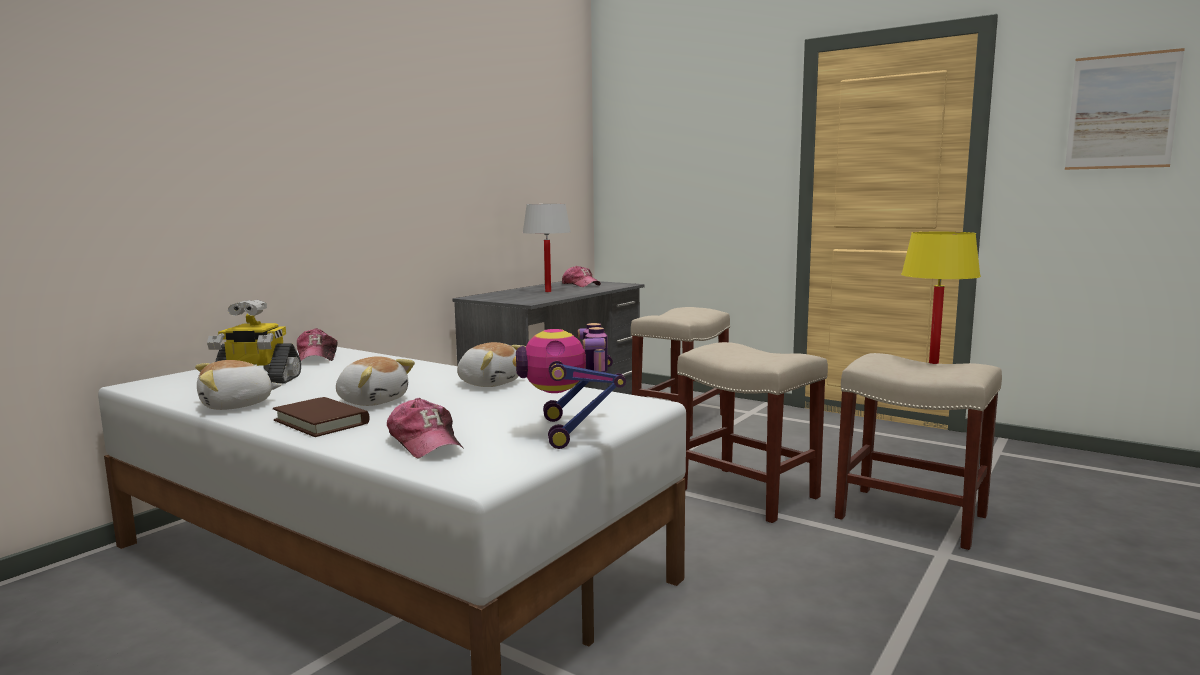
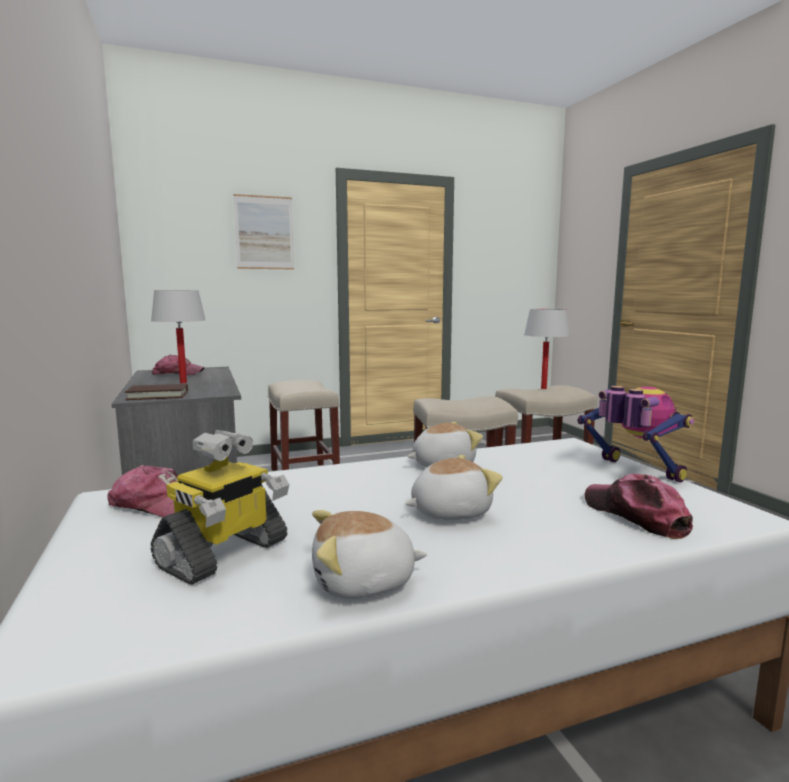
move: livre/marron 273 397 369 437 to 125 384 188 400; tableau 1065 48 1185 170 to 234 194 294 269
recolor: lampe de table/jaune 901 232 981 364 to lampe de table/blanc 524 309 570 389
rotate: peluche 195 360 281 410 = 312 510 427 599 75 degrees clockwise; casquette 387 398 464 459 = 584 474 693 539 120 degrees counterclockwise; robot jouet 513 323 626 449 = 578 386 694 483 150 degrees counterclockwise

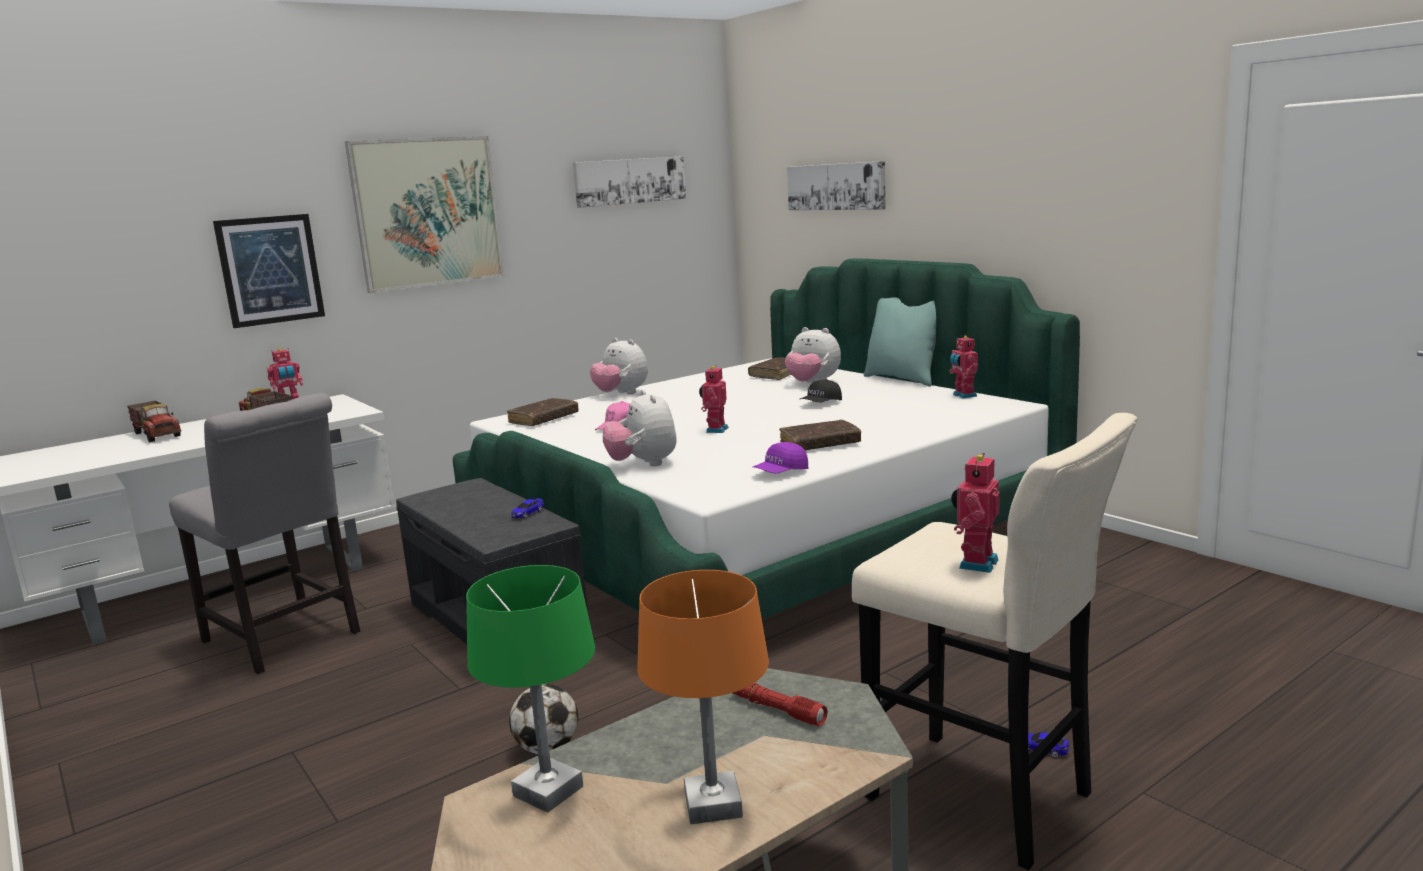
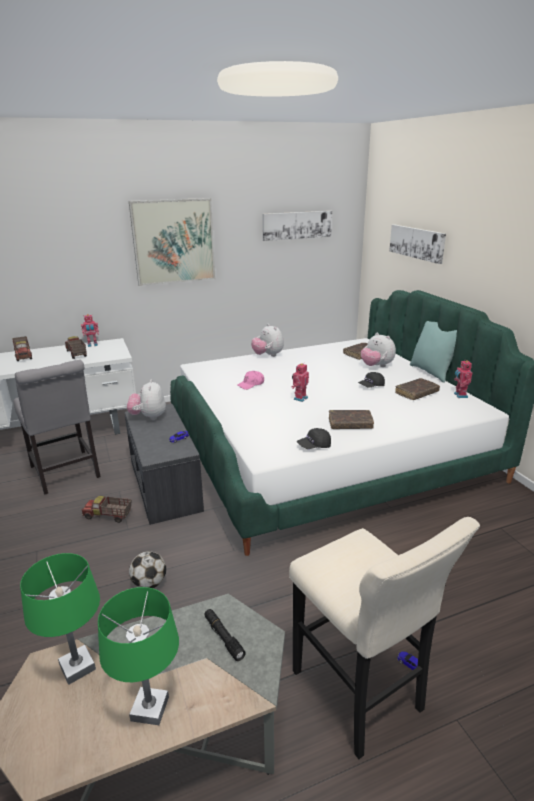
delete: tableau 213 214 325 328; robot jouet 951 453 1000 573
insert: camion jouet 81 496 132 523
move: livre/marron 507 398 579 426 to 395 378 440 400; peluche 603 389 677 466 to 127 380 166 420
recolor: lampe de table/orange 637 570 769 824 to lampe de table/vert 98 587 179 725; lampe de poche/rouge 733 683 827 726 to lampe de poche/noir 205 609 246 661; casquette/violet 753 442 808 474 to casquette/noir 297 428 331 449

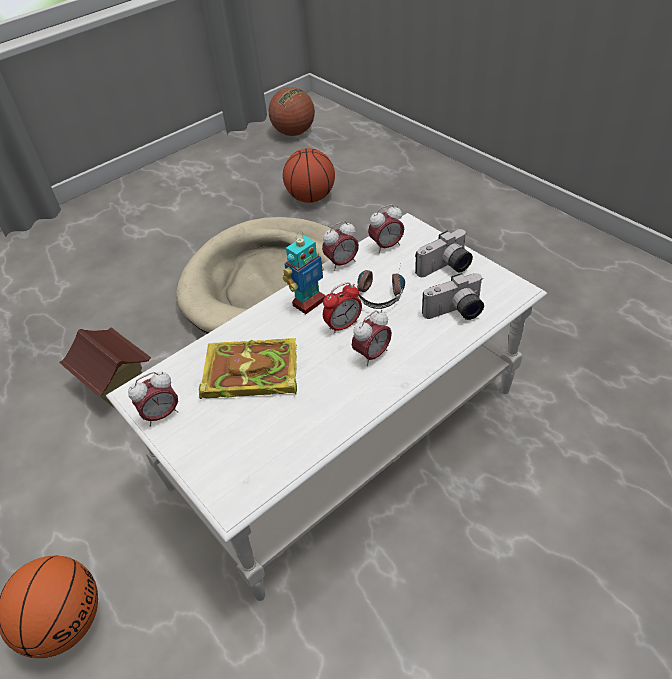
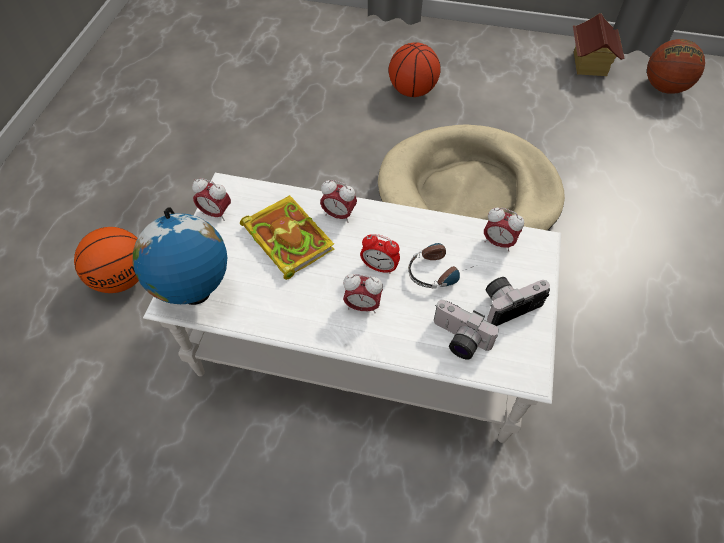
delete: robot jouet 283 231 326 314
insert: globe 133 207 227 305
move: maison miniature 59 327 151 408 to 573 13 625 76; ballon de basket 283 148 335 203 to 389 42 441 97; réveil 322 221 359 271 to 320 180 357 223
rotate: appareil photo 415 229 473 277 = 486 277 550 326 135 degrees clockwise

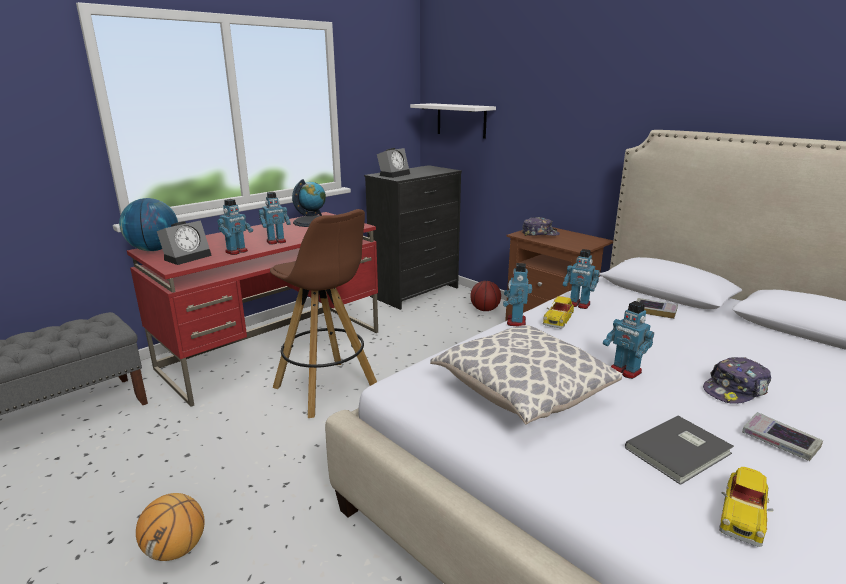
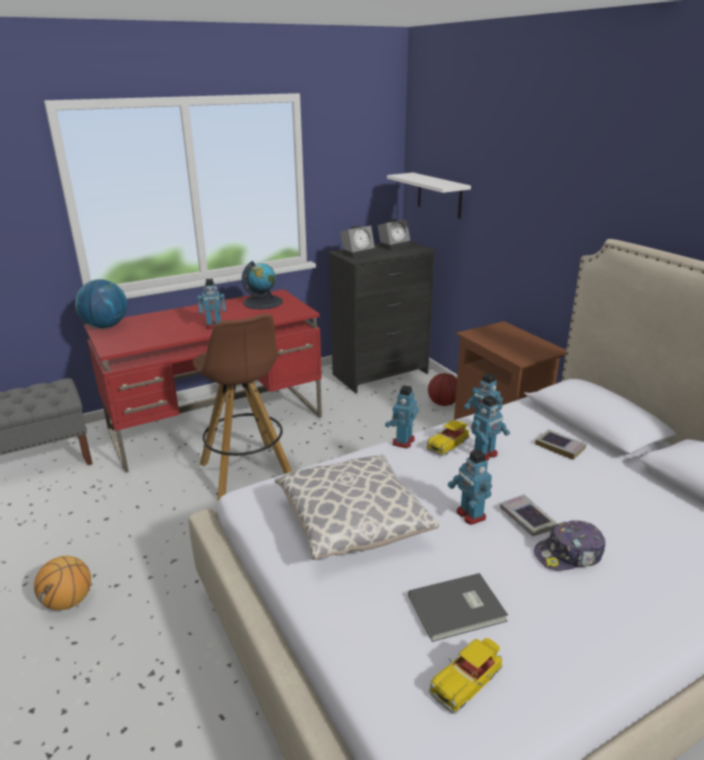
delete: casquette 522 217 560 236
move: réveil 157 220 212 265 to 378 219 411 250; robot jouet 217 199 253 255 to 471 395 510 461; livre 742 412 823 461 to 500 494 558 536

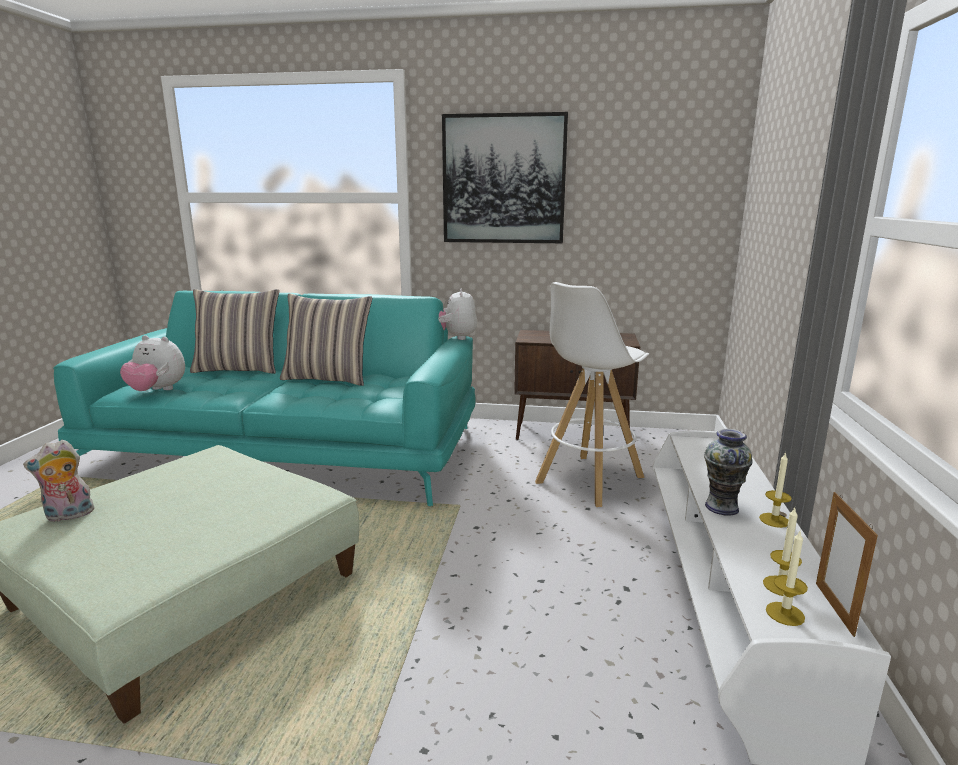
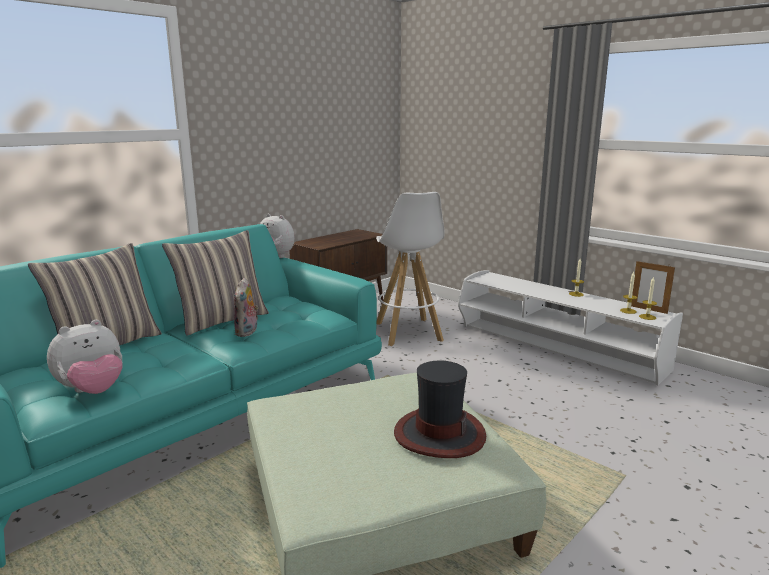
delete: tableau 442 112 568 243; vase 704 429 753 516
insert: chapeau 394 361 486 458
move: peluche 23 440 95 523 to 234 278 259 337

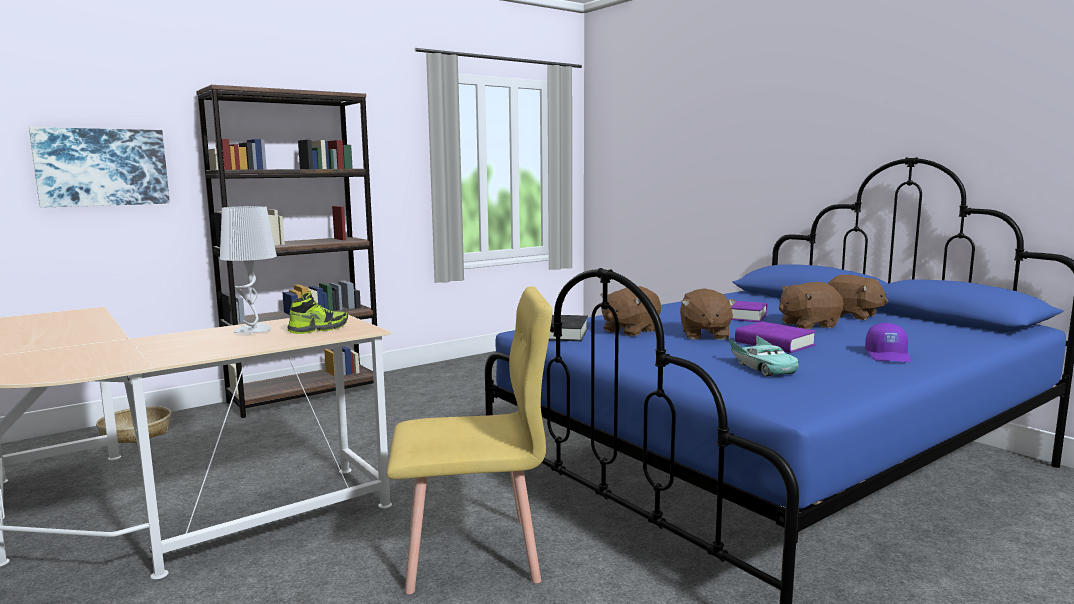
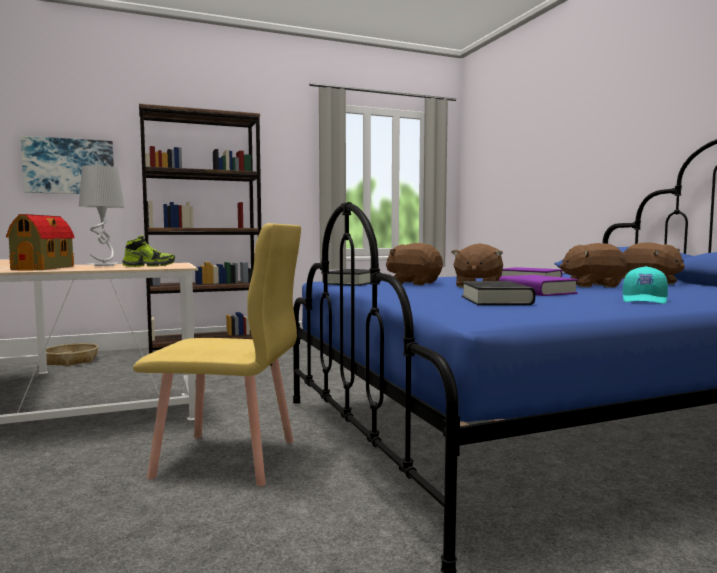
insert: maison miniature 6 214 74 270
replace: petite voiture/turquoise 728 335 799 376 to livre/noir 462 281 535 305
recolor: casquette/violet 865 323 911 362 to casquette/turquoise 623 266 668 304
rotate: peluche/marron 600 286 661 336 = 386 243 443 285 60 degrees clockwise

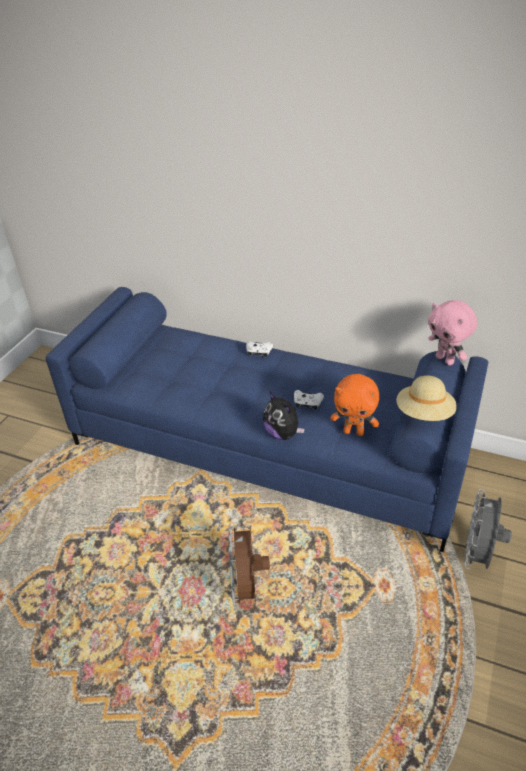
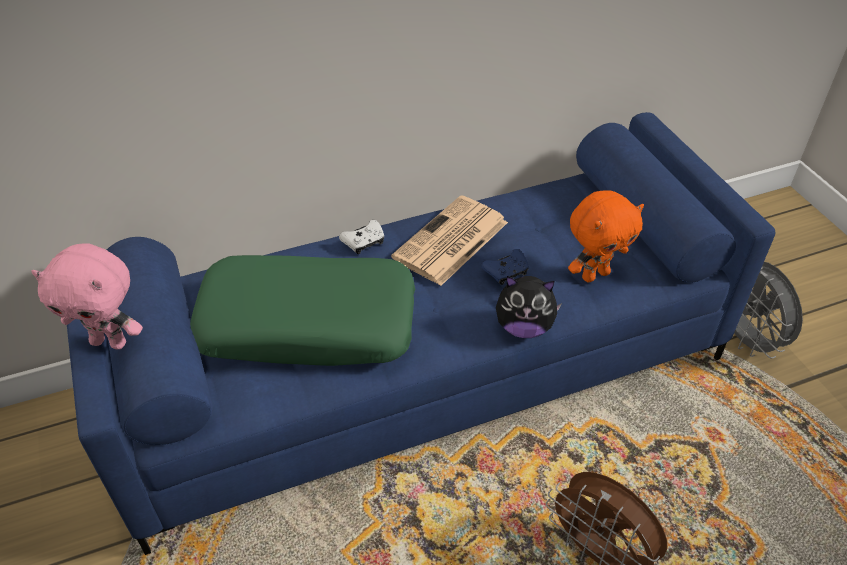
delete: chapeau/beige 397 375 457 421
insert: coussin/vert 190 255 415 366; journal 391 195 508 286
move: peluche/rose 428 300 477 365 to 31 243 143 350
recolor: manette/blanc 294 390 324 410 to manette/bleu 481 249 529 285

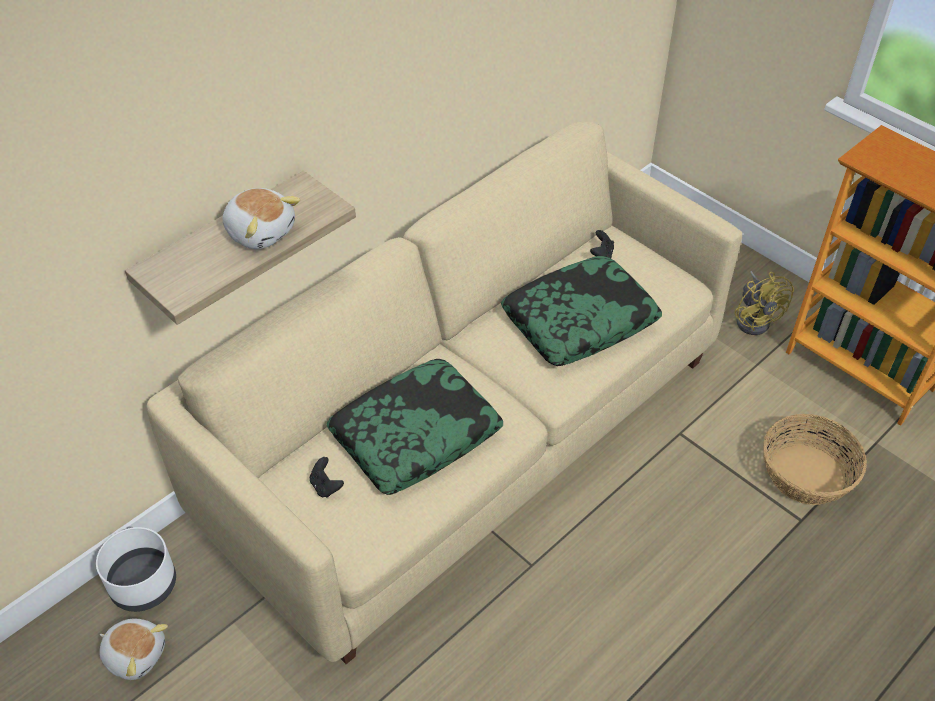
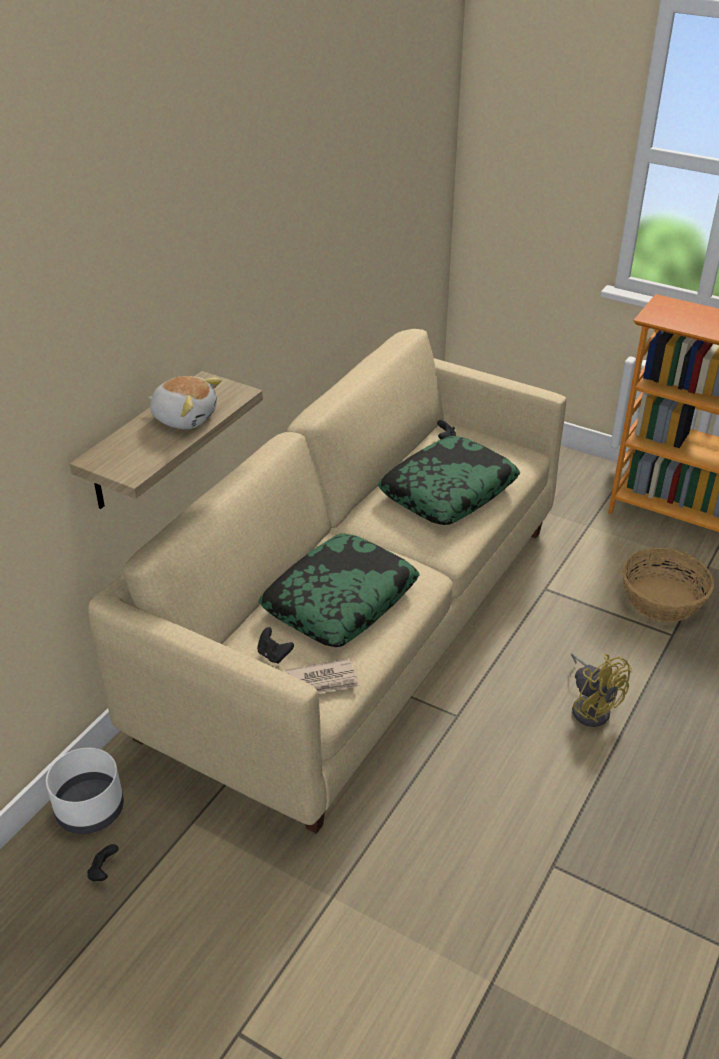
insert: journal 282 658 360 694
move: ventilateur/jaune 734 271 794 335 to 571 653 632 727
replace: peluche 99 619 168 680 to manette/noir 87 844 118 881

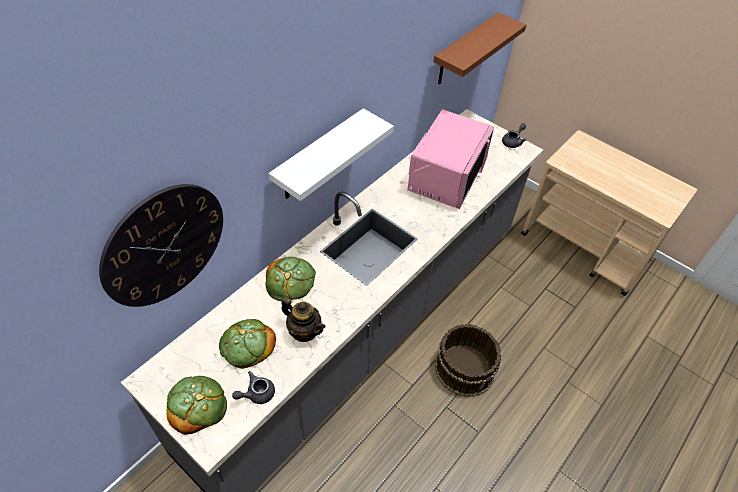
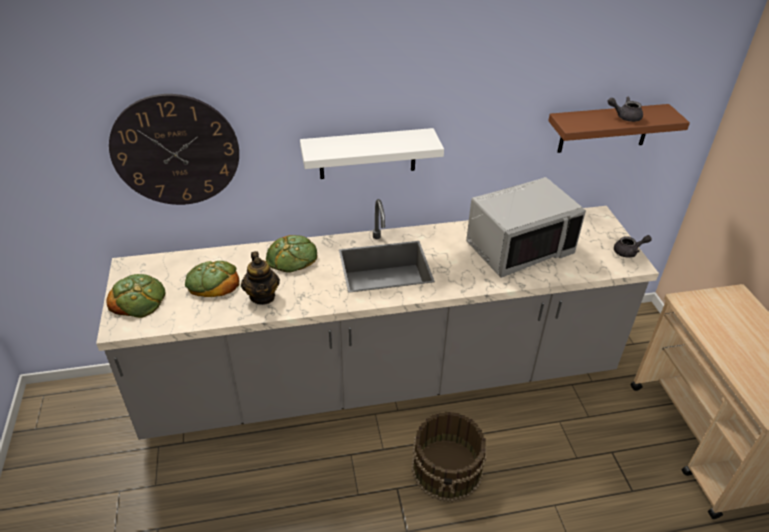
move: théière/gris 232 371 275 404 to 607 97 643 122
recolor: micro-ondes/rose 407 109 494 209 to micro-ondes/gris 466 177 586 278

